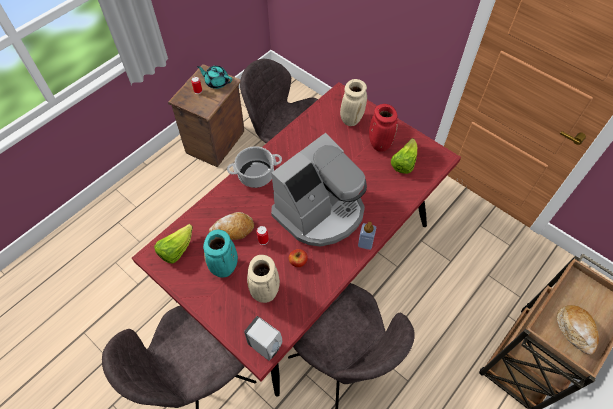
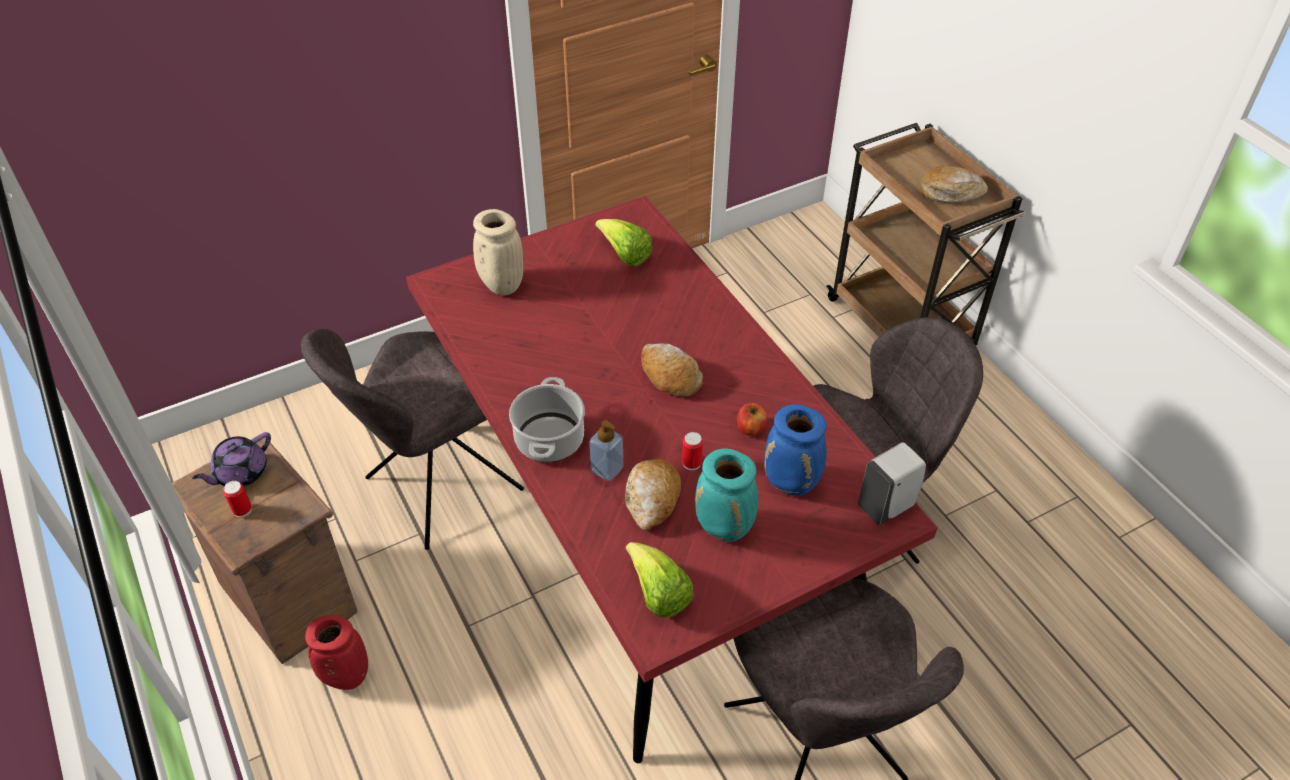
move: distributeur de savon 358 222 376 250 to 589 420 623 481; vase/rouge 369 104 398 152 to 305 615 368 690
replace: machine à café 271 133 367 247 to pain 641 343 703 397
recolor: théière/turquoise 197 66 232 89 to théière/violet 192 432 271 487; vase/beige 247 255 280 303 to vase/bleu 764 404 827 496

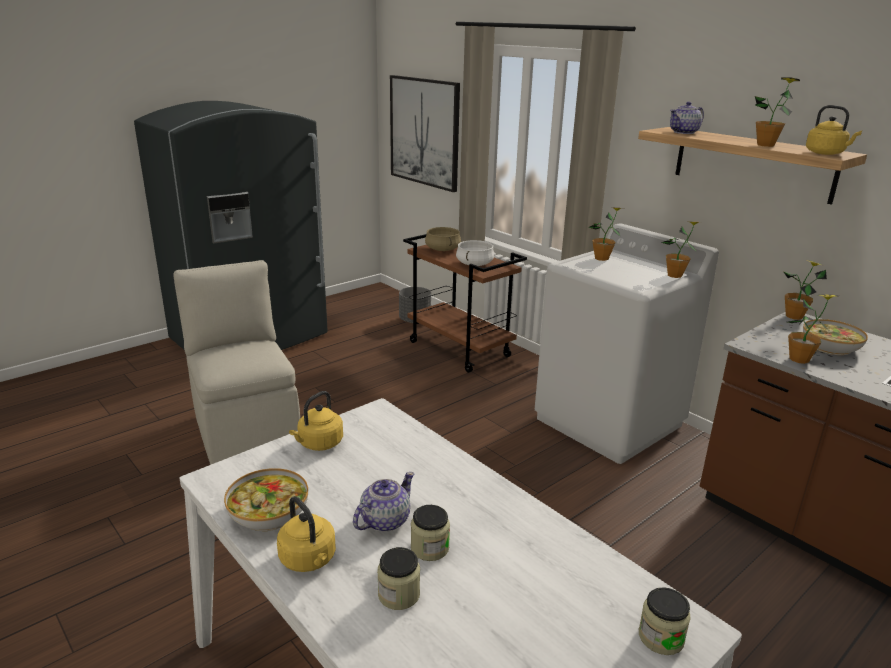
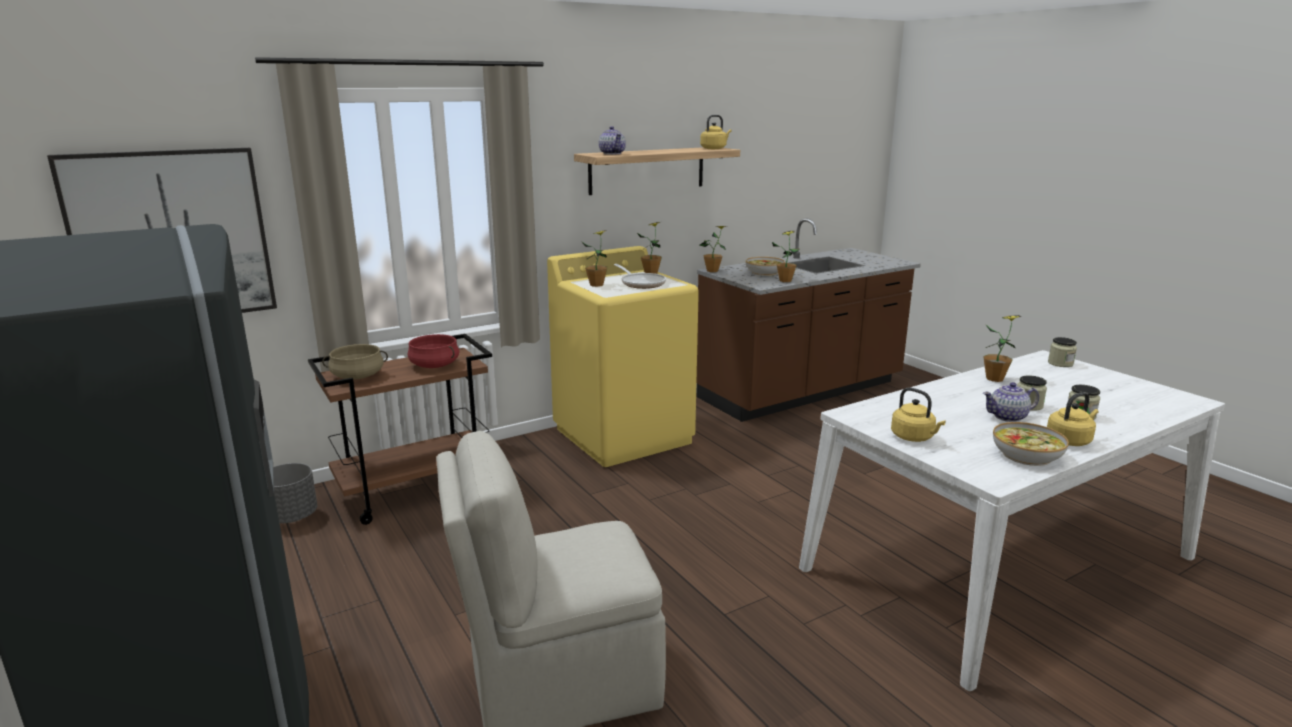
insert: poêle 614 264 666 289
move: plante en pot 755 77 800 147 to 983 315 1022 382
recolor: marmite/blanc 456 240 494 266 to marmite/rouge 408 334 460 368; lave-linge/blanc 535 223 719 464 to lave-linge/jaune 547 246 699 467
rotate: théière 353 472 415 532 = 983 382 1039 422 60 degrees counterclockwise

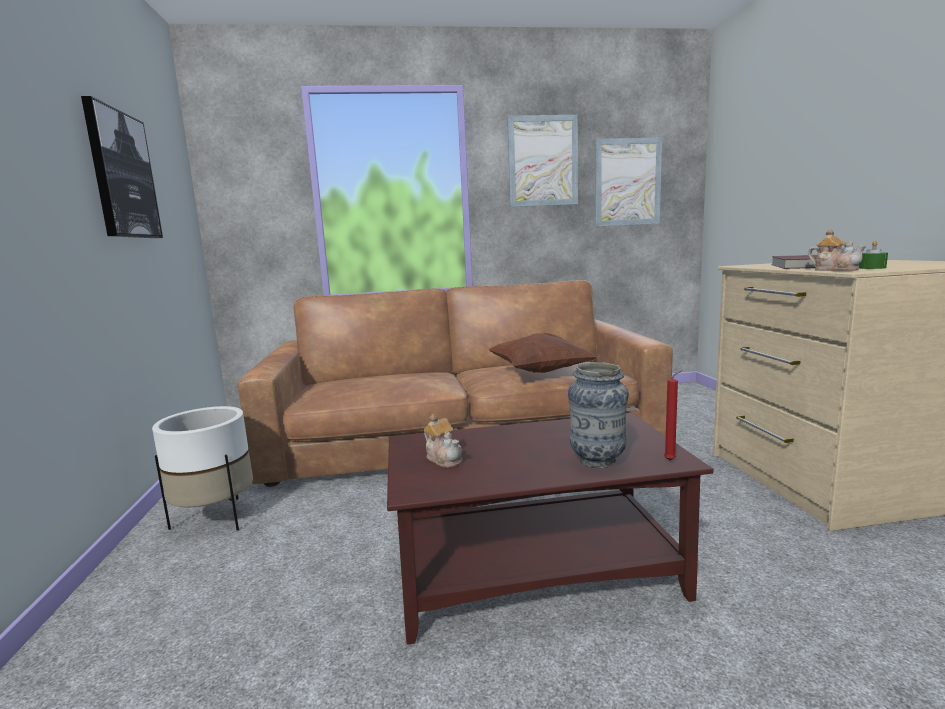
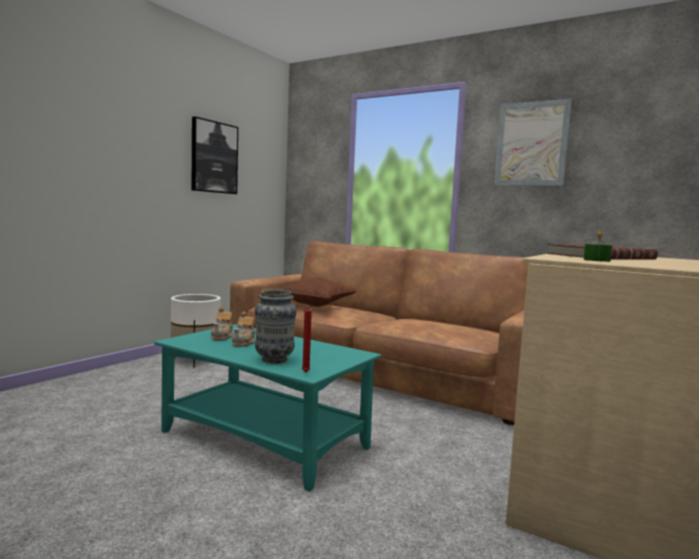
delete: tableau 595 137 662 227
move: coussin/marron 488 333 598 373 to 277 277 357 307; théière 808 229 866 271 to 232 311 255 347
recolor: table basse/marron 387 413 714 645 to table basse/turquoise 154 324 381 492

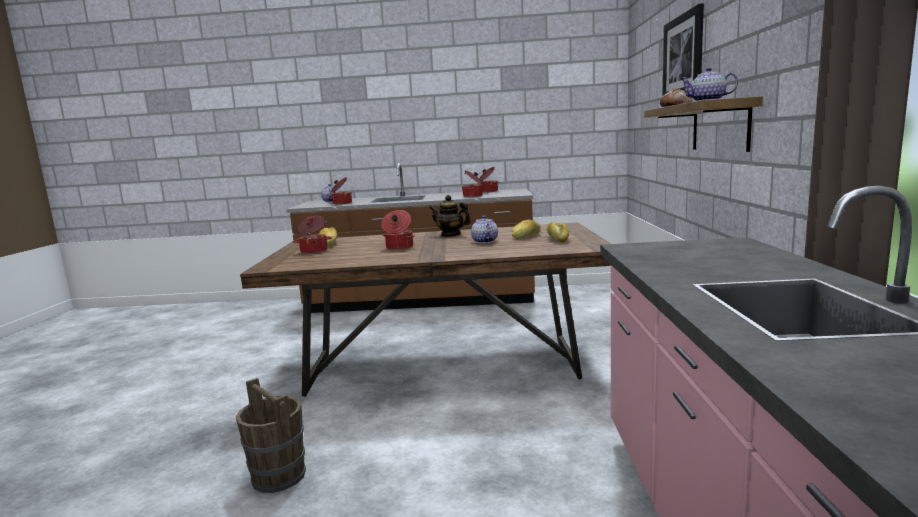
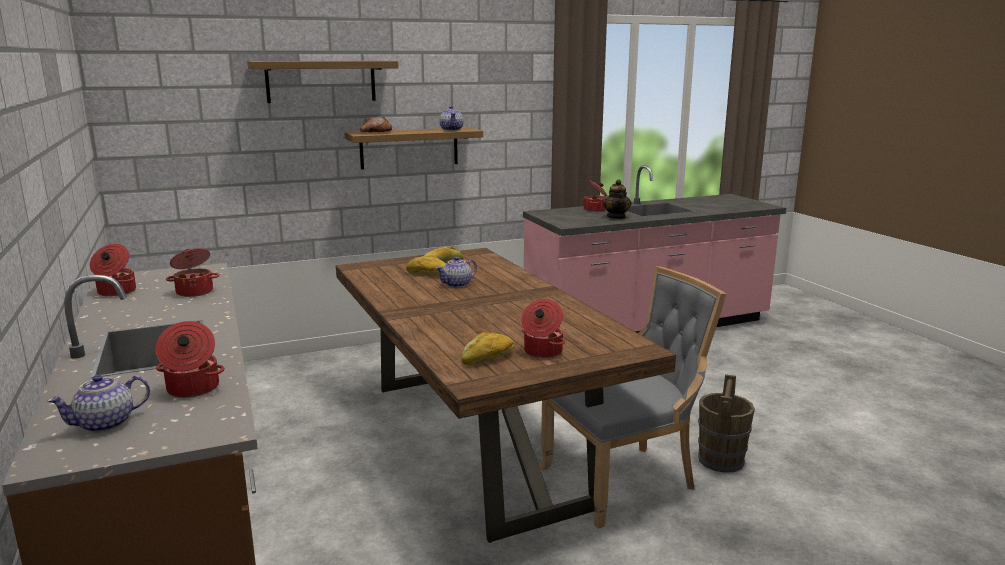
insert: chaise/gris 539 266 726 529
move: marmite 382 210 415 250 to 583 180 607 212; théière 429 195 471 237 to 603 179 631 219
replace: tableau 662 3 704 96 to étagère 247 61 398 103

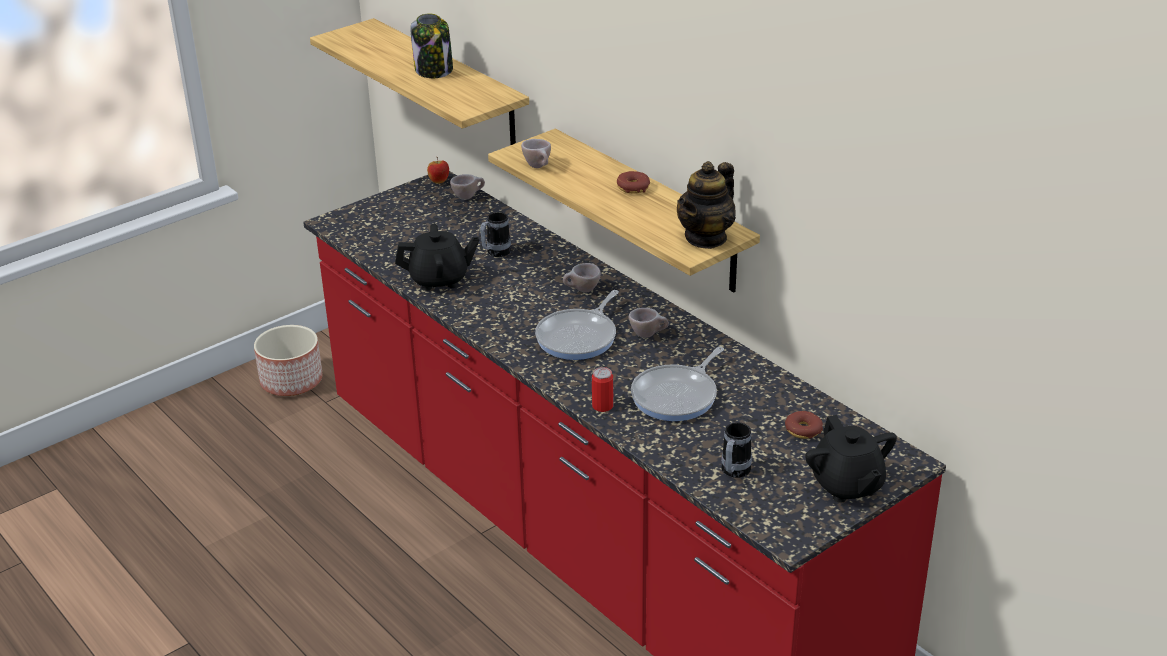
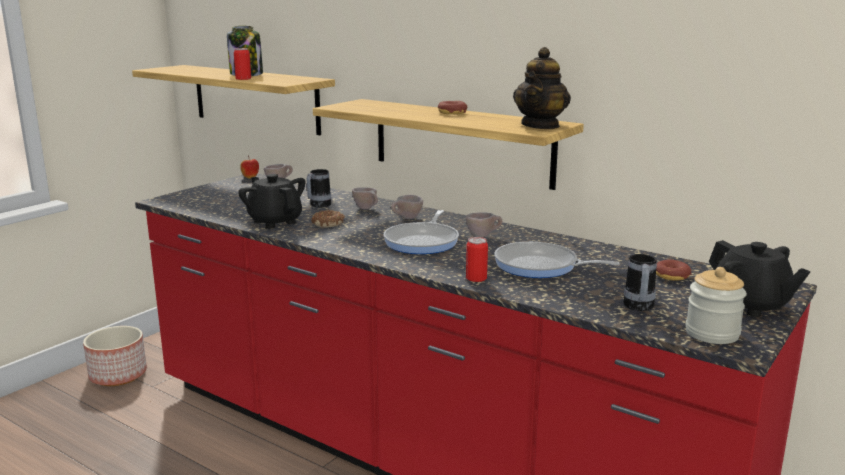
insert: boîte métallique 234 48 251 80; beignet 311 210 345 227; bocal 686 267 747 344
move: tasse/beige 521 139 551 168 to 352 187 378 210
rotate: théière/noir 395 224 479 291 = 238 174 306 229 105 degrees counterclockwise; poêle 631 347 724 421 = 494 242 620 278 90 degrees clockwise

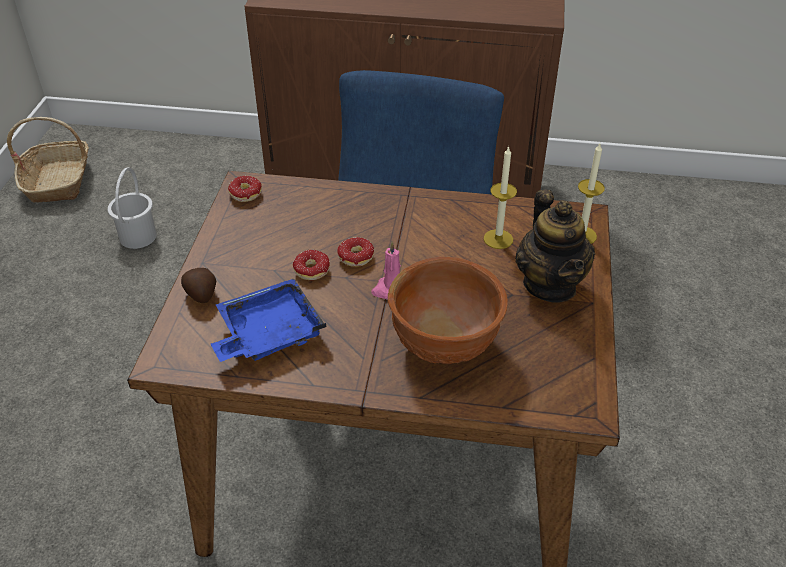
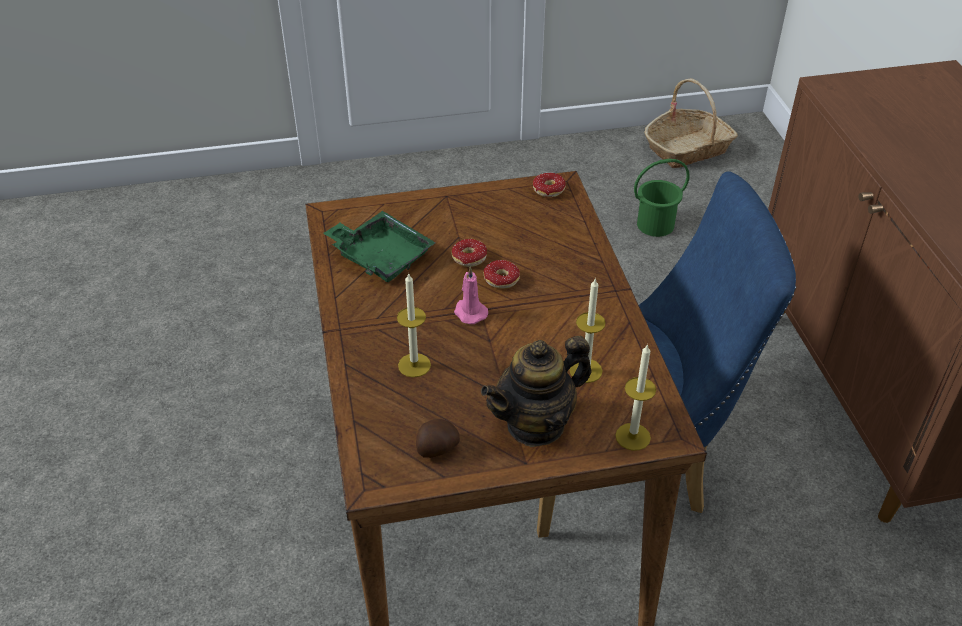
move: pomme de terre 181 268 216 303 to 416 419 460 458
replace: bol/marron 388 257 508 364 to bougie 397 272 431 378
recolor: seau/blanc 108 167 157 249 to seau/vert 634 159 690 237; plateau/bleu 211 278 327 362 to plateau/vert 323 211 435 282

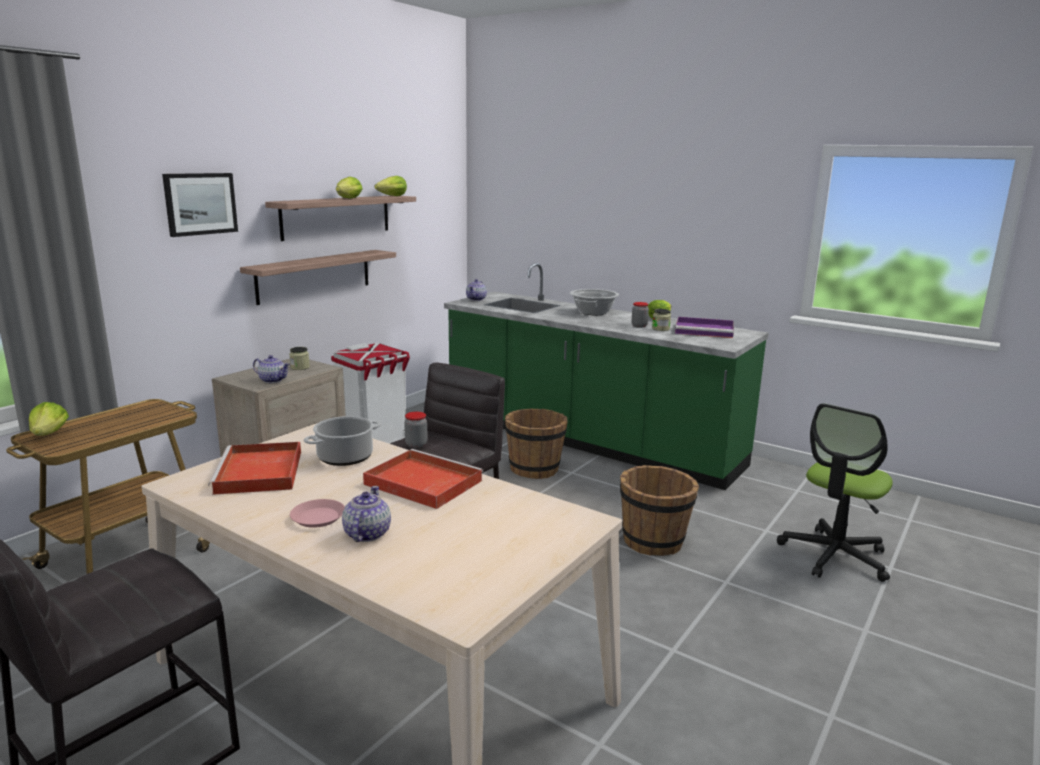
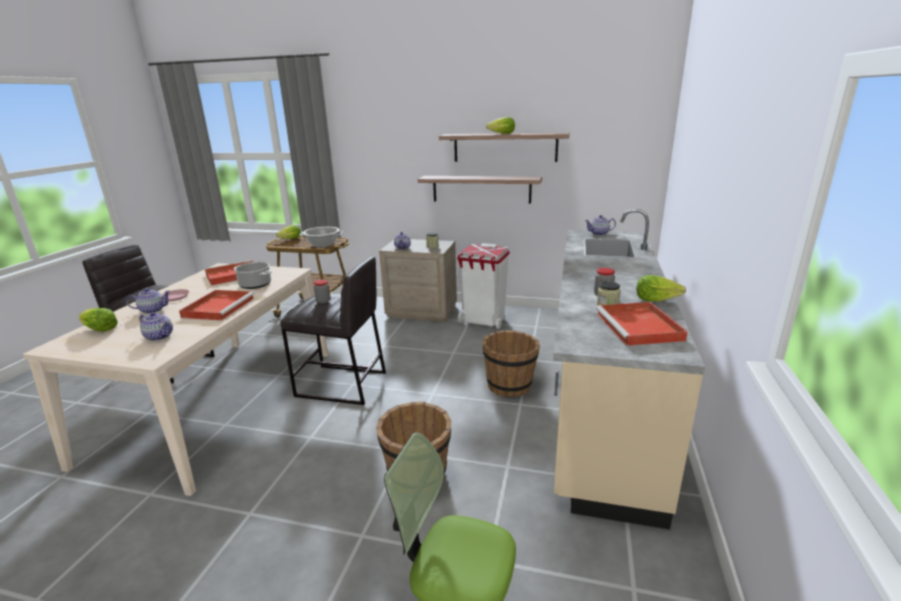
delete: tableau 162 173 238 237
insert: théière 139 312 173 341
move: laitue 375 176 407 196 to 79 308 118 332; marmite 570 289 619 315 to 299 227 344 248
recolor: comptoir de cuisine/vert 444 263 769 490 to comptoir de cuisine/beige 553 209 705 530; plateau/violet 675 317 734 338 to plateau/rouge 596 302 688 346

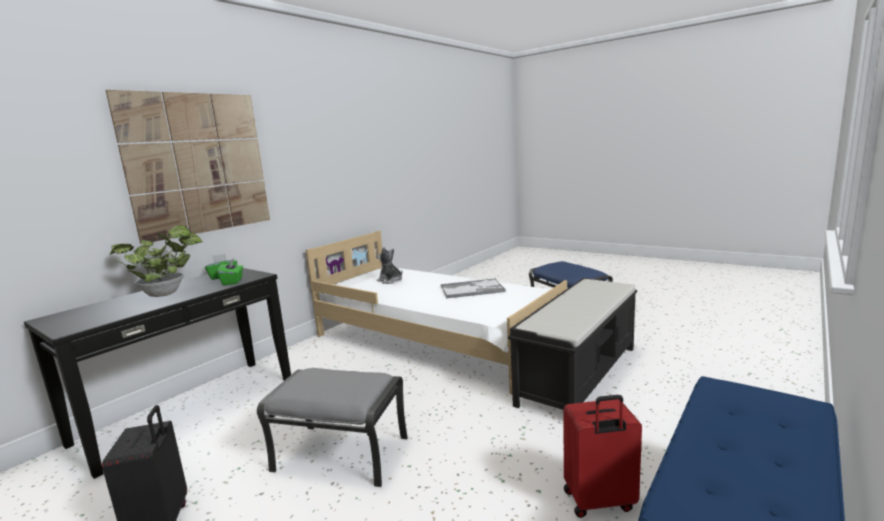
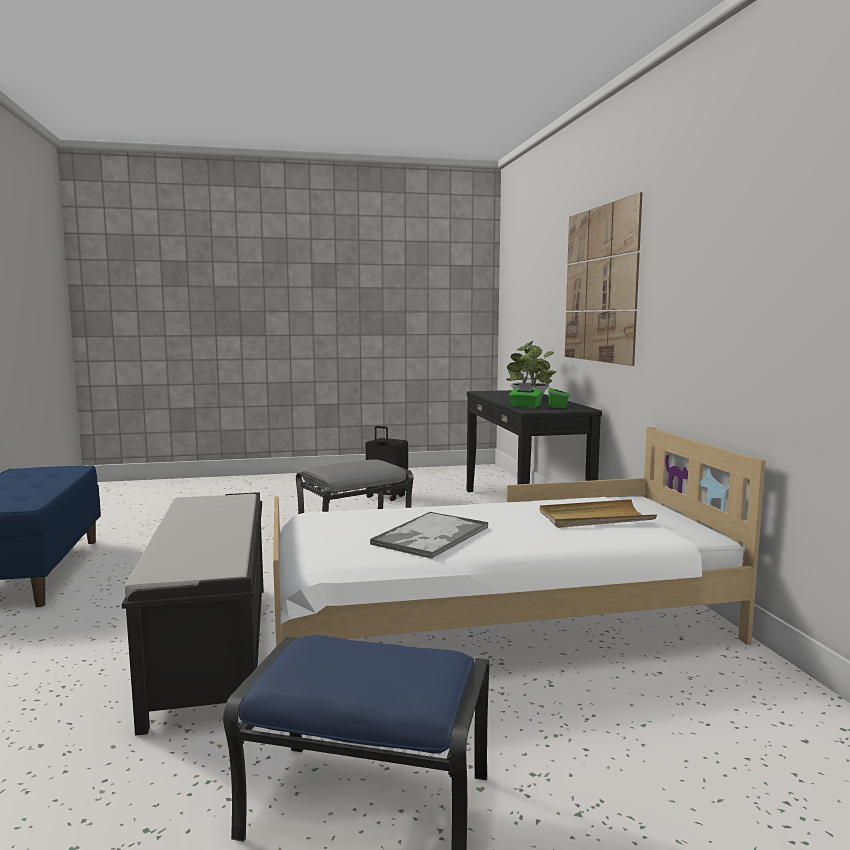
delete: valise/rouge 563 395 642 518
replace: peluche 377 247 402 284 to plateau/beige 540 499 657 528

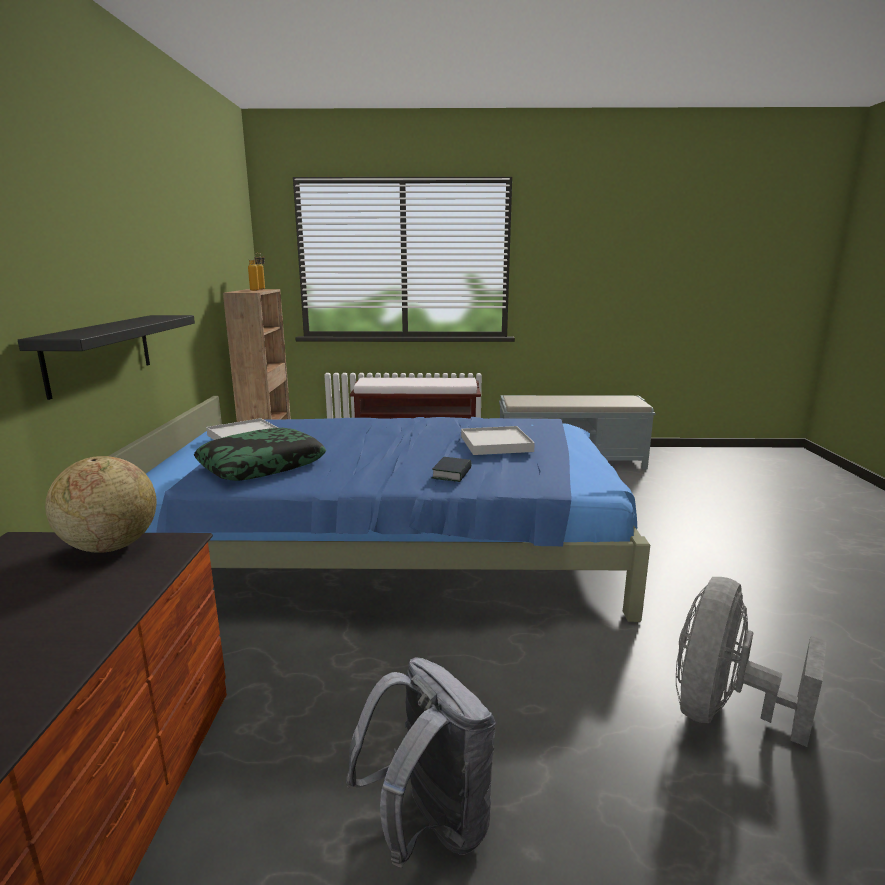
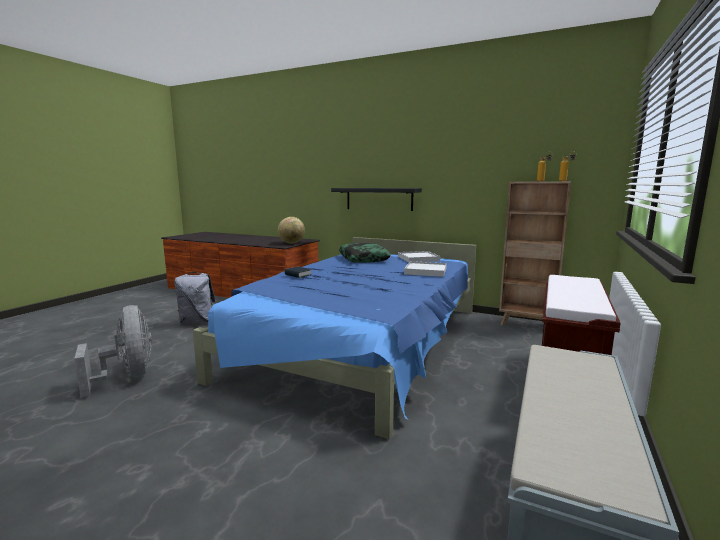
move: plateau/blanc 461 426 535 455 to 404 261 447 277

